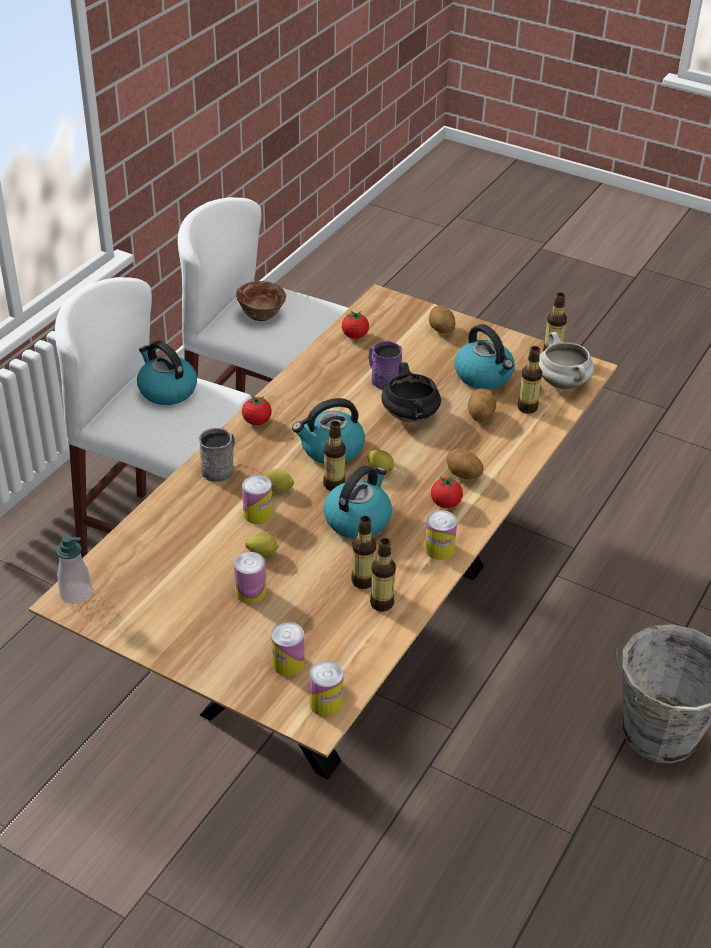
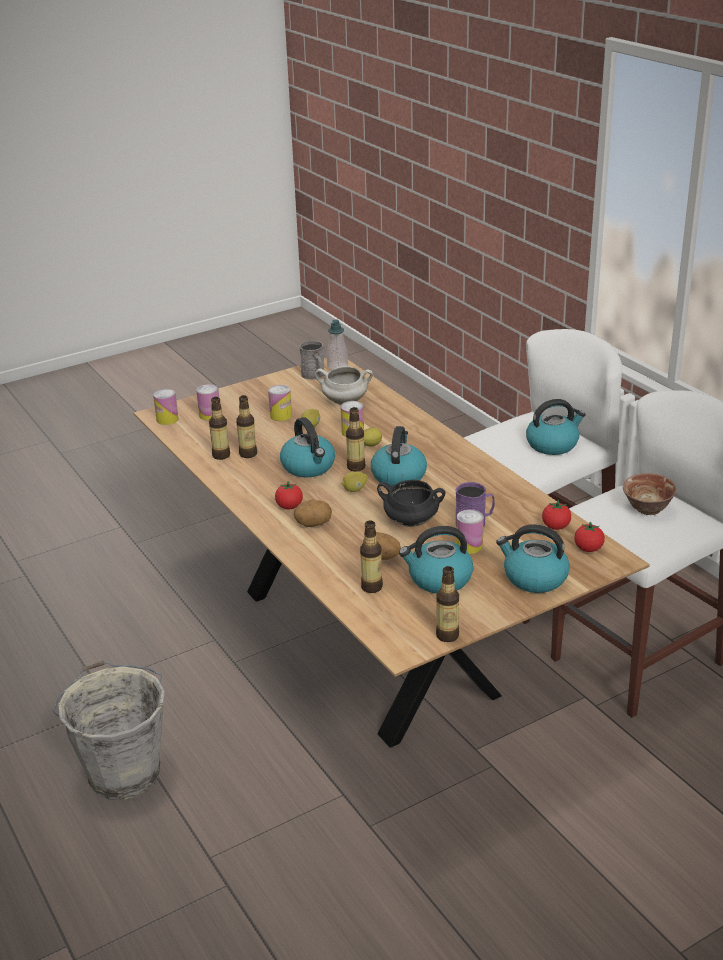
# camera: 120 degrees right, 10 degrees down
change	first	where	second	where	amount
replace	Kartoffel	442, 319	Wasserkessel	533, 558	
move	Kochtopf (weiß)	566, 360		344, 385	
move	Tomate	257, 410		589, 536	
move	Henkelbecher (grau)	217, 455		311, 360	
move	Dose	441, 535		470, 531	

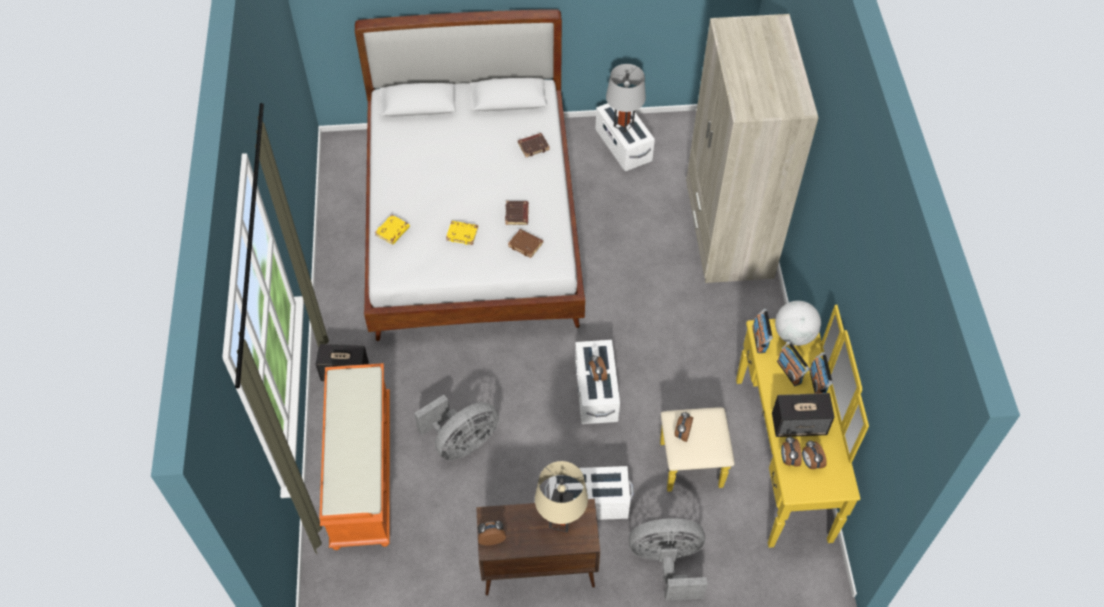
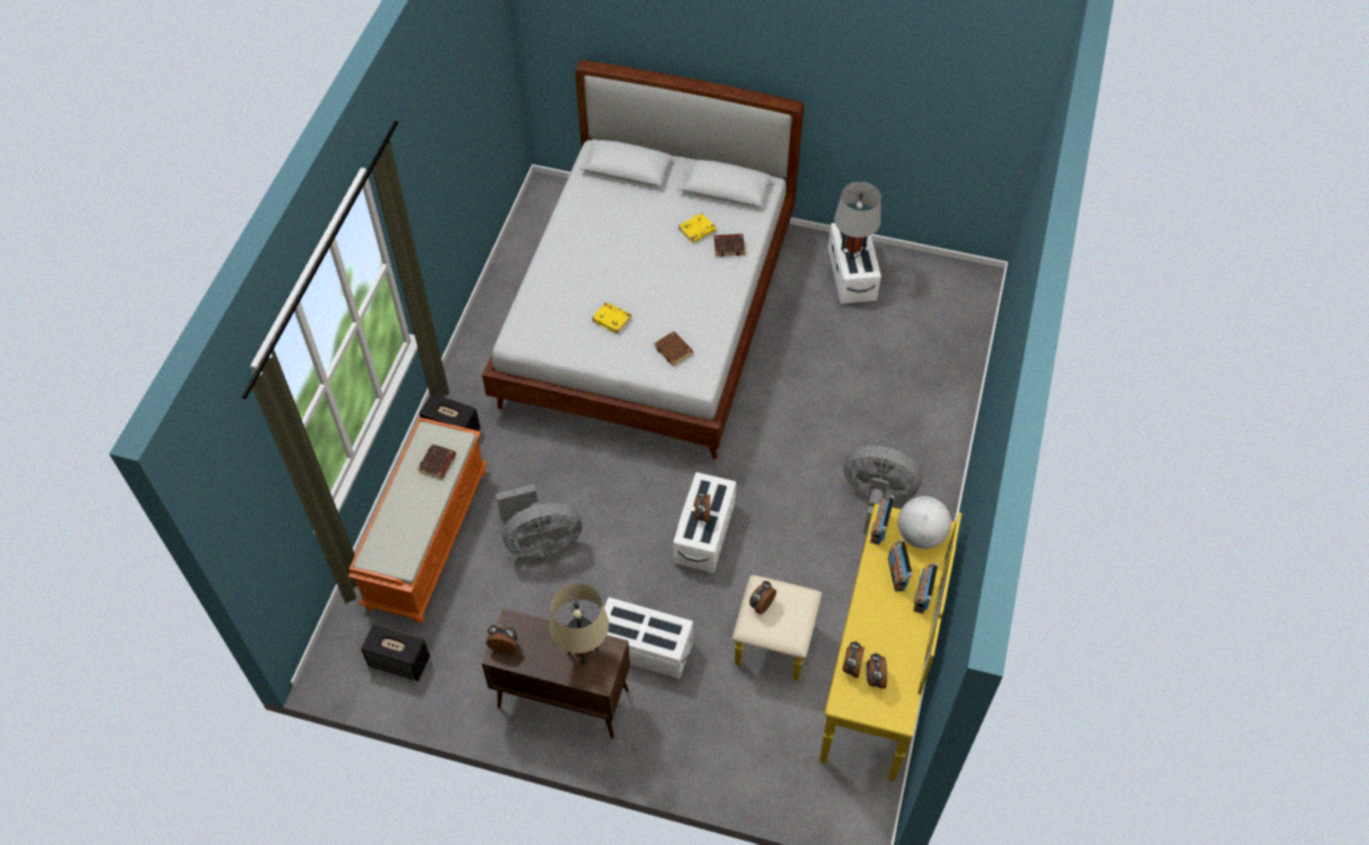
# camera: 20 degrees right, 0 degrees up
change	first	where	second	where	amount
delete	Kleiderschrank (beige)	752, 148			
move	Buch (braun)	517, 213		437, 461	
move	Buch (gelb)	392, 229		697, 228	
move	Lautsprecher	803, 415		395, 652	
move	Ventilator (grau)	668, 559		883, 490	

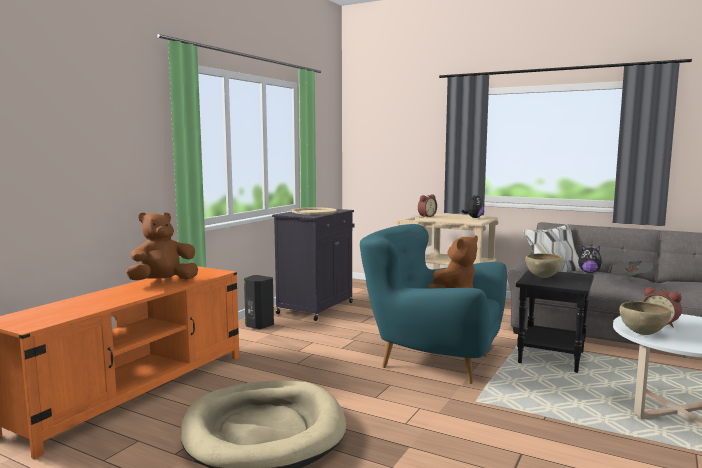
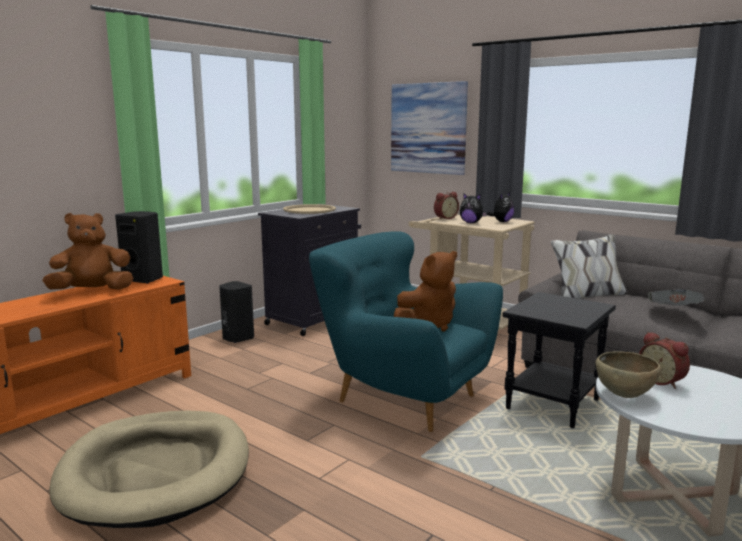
# camera: 10 degrees right, 5 degrees up
change	first	where	second	where	amount
move	Plüschtier	590, 259		473, 208	
delete	Schüssel (braun)	544, 265			
insert			Bild	429, 128	
insert			Lautsprecher (schwarz)	139, 247	

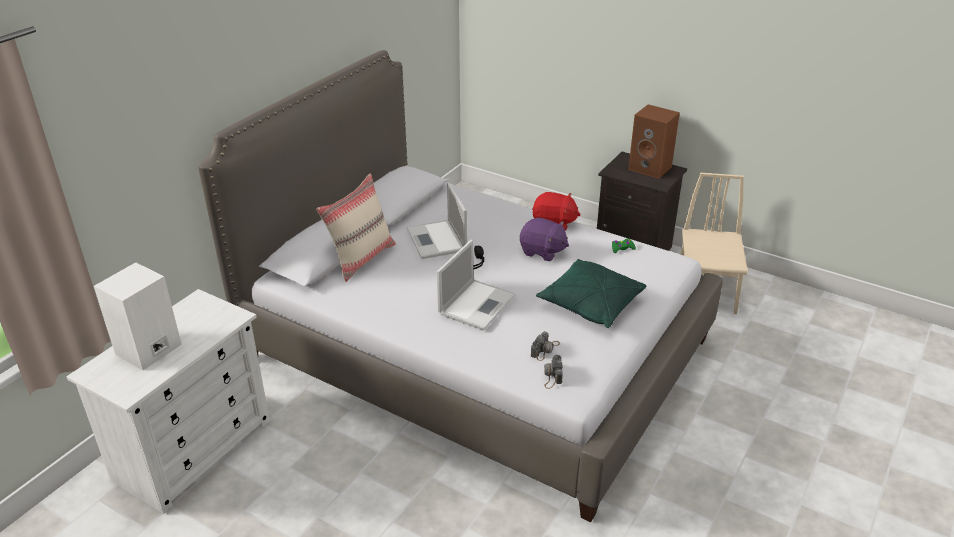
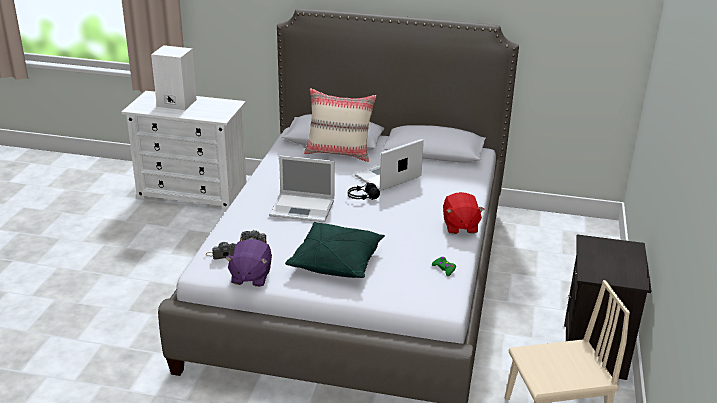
# camera: 70 degrees right, 5 degrees down
change	first	where	second	where	amount
delete	Lautsprecher (braun)	654, 141			
move	Plüschtier (lila)	544, 239		248, 263	

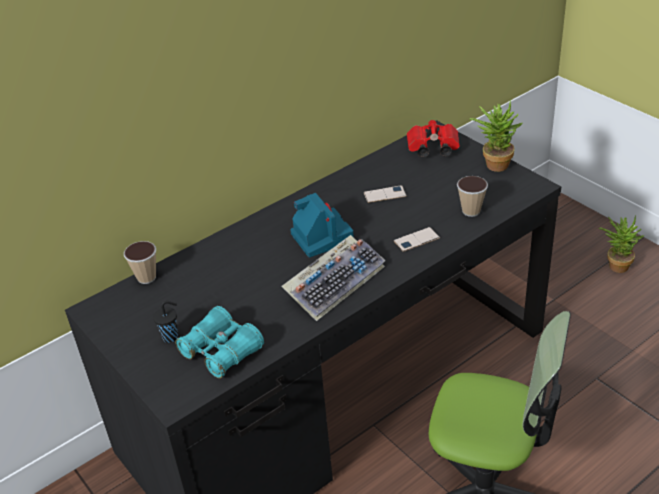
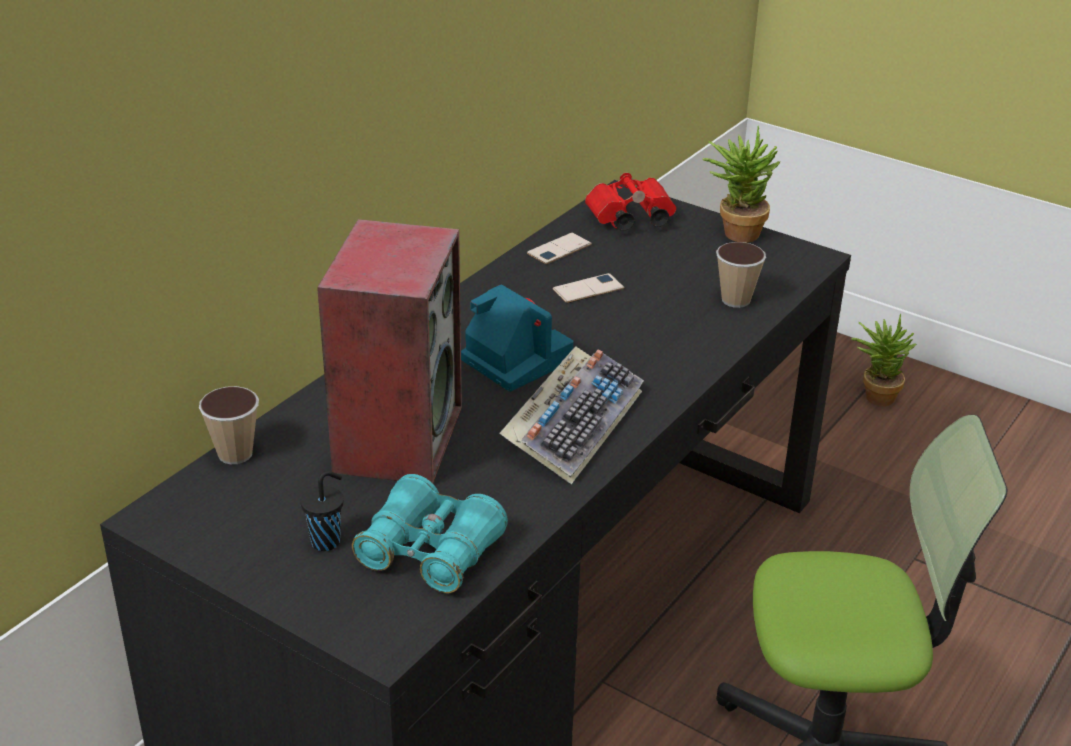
# camera: 20 degrees left, 5 degrees down
change	first	where	second	where	amount
move	Handy	417, 239		559, 248	
insert			Lautsprecher	389, 351	

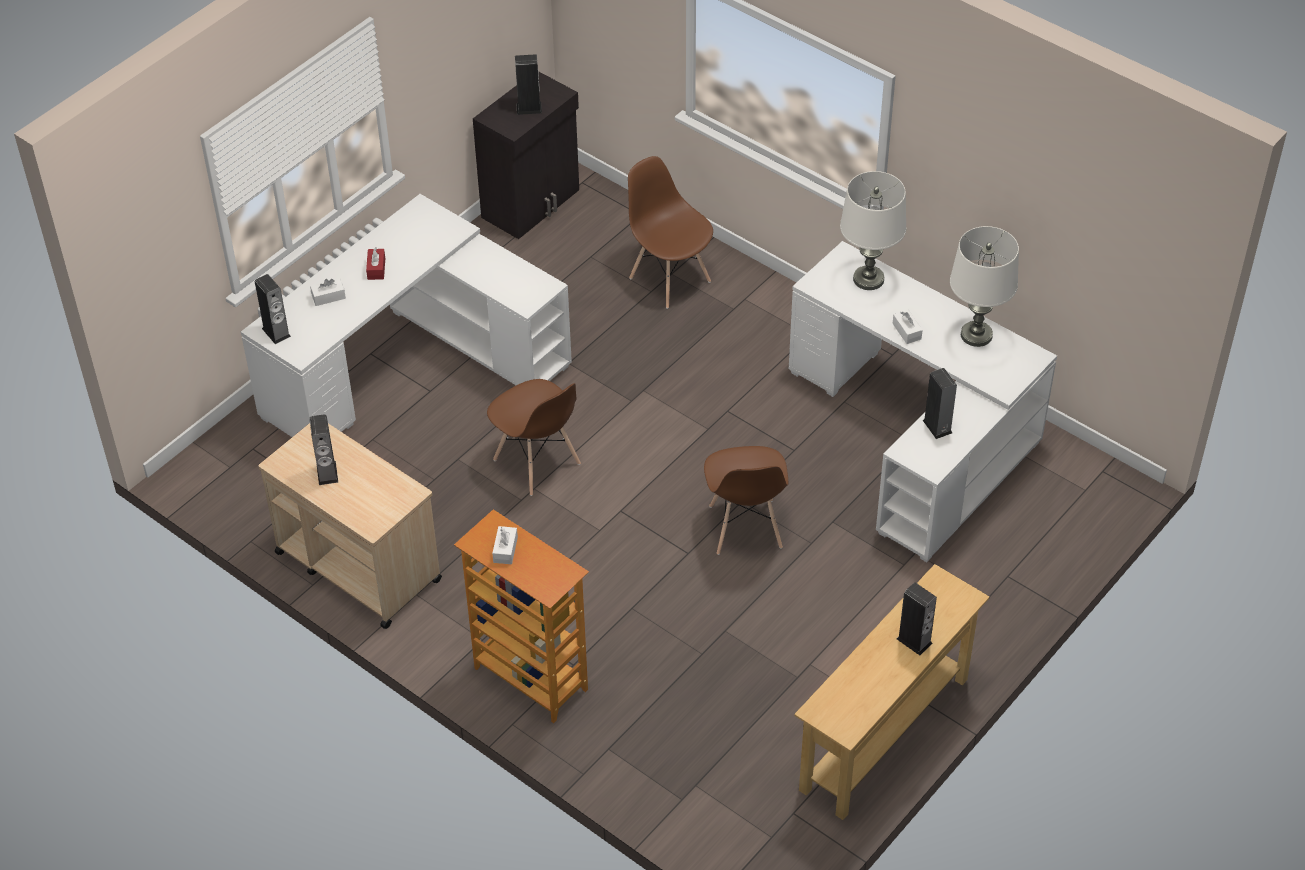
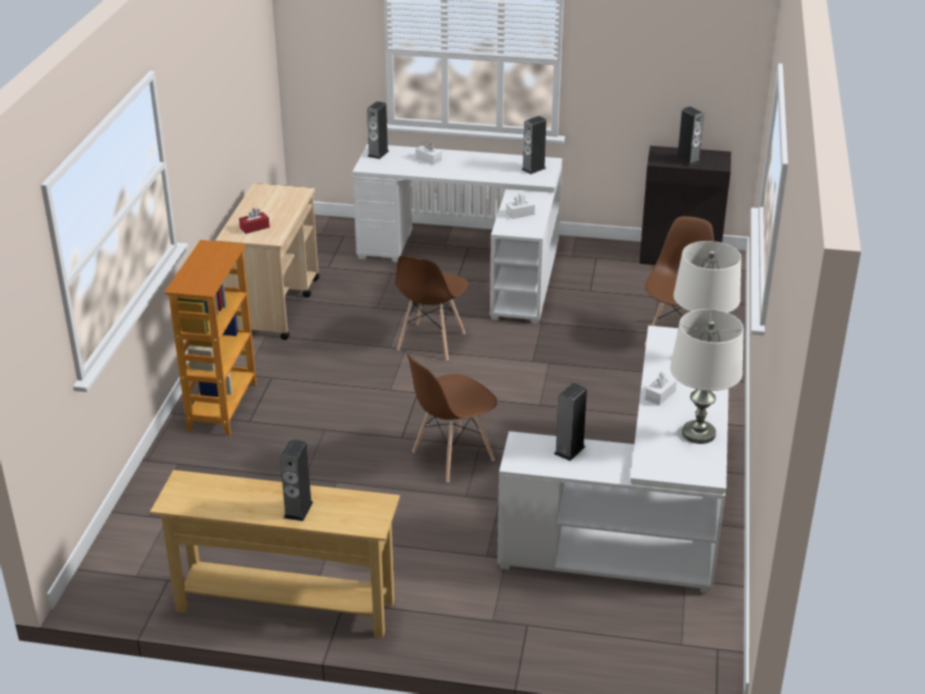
# camera: 60 degrees right, 15 degrees down
change	first	where	second	where	amount
move	Taschentuchbox (rot)	375, 263		254, 221	
move	Lautsprecher	323, 449		533, 145	
move	Taschentuchbox (weiß)	505, 545		520, 206	

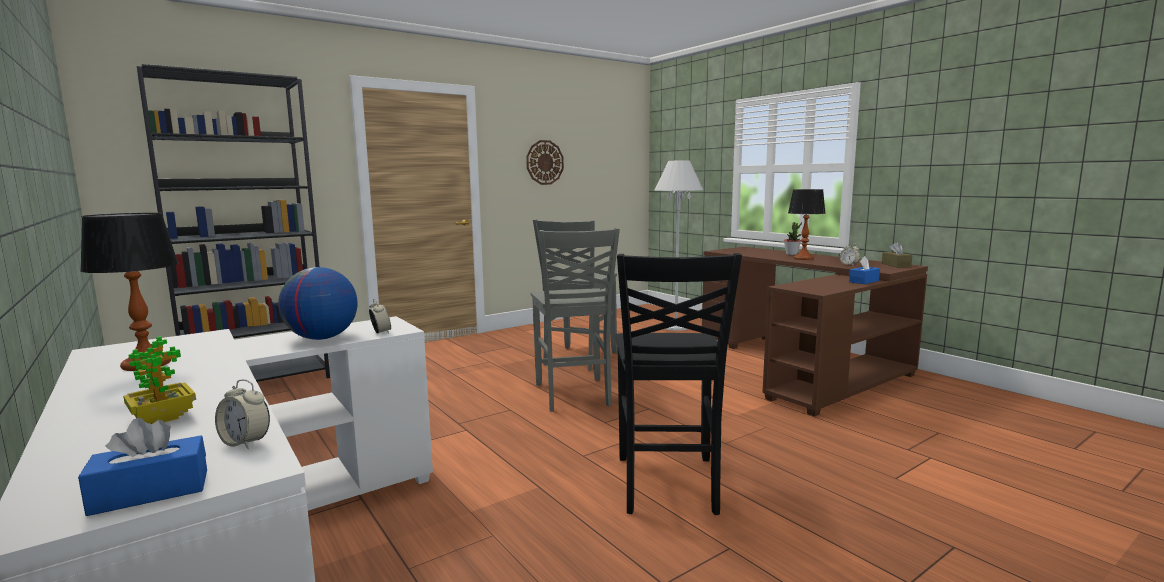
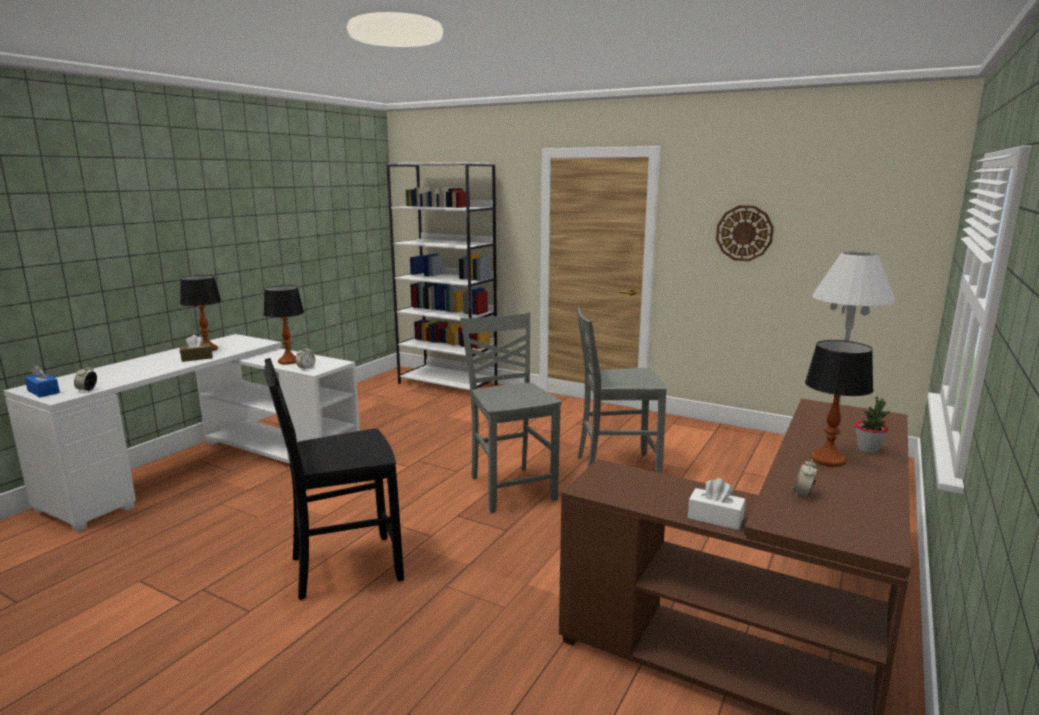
# camera: 65 degrees right, 5 degrees up
change	first	where	second	where	amount
recolor	Bücherregal (schwarz)	233, 223	Bücherregal (weiß)	442, 280	
rotate	Stuhl (grau)	575, 320		511, 412	105 degrees clockwise
move	Taschentuchbox (braun)	897, 255		196, 348	
recolor	Taschentuchbox (blau)	864, 270	Taschentuchbox (weiß)	716, 504	
replace	Globus	317, 303	Tischlampe	283, 324	
delete	Topfpflanze	159, 380			

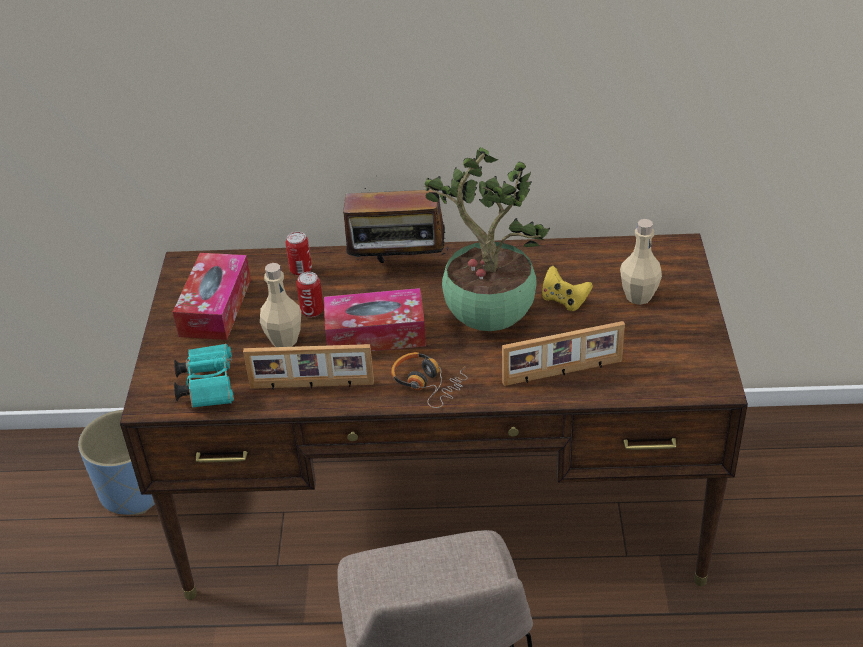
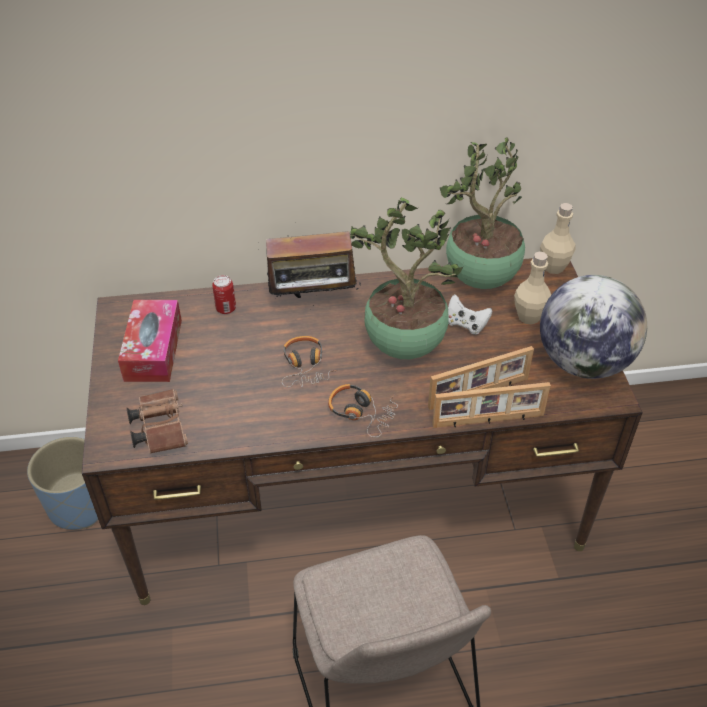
# camera: 10 degrees left, 5 degrees up
change	first	where	second	where	amount
move	Flasche (beige)	280, 305		558, 238	
recolor	Gamepad (gelb)	567, 288	Gamepad (weiß)	470, 315	
delete	Dose	310, 294			
replace	Taschentuchbox	375, 319	Kopfhörer	309, 361	
recolor	Fernglas (türkis)	204, 375	Fernglas (braun)	157, 421	
move	Bilderrahmen	308, 367		491, 405	
insert			Topfpflanze	482, 213	
insert			Globus	593, 327	

